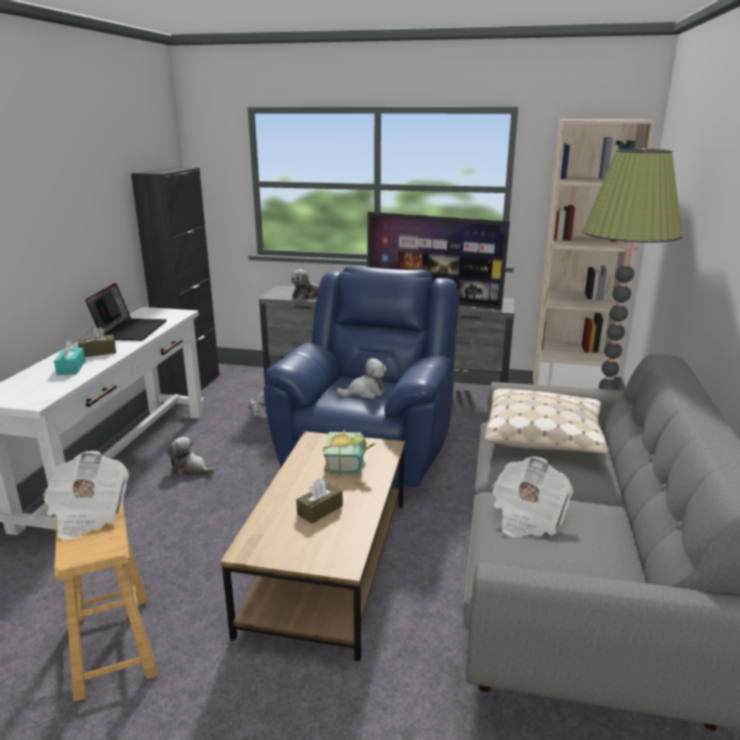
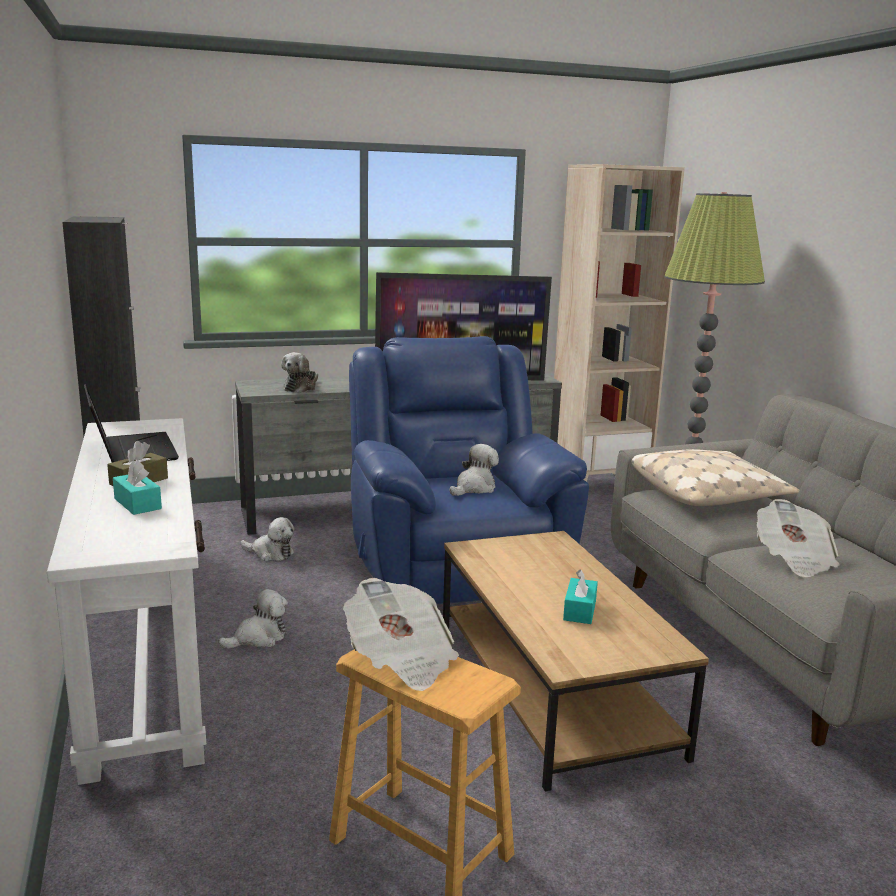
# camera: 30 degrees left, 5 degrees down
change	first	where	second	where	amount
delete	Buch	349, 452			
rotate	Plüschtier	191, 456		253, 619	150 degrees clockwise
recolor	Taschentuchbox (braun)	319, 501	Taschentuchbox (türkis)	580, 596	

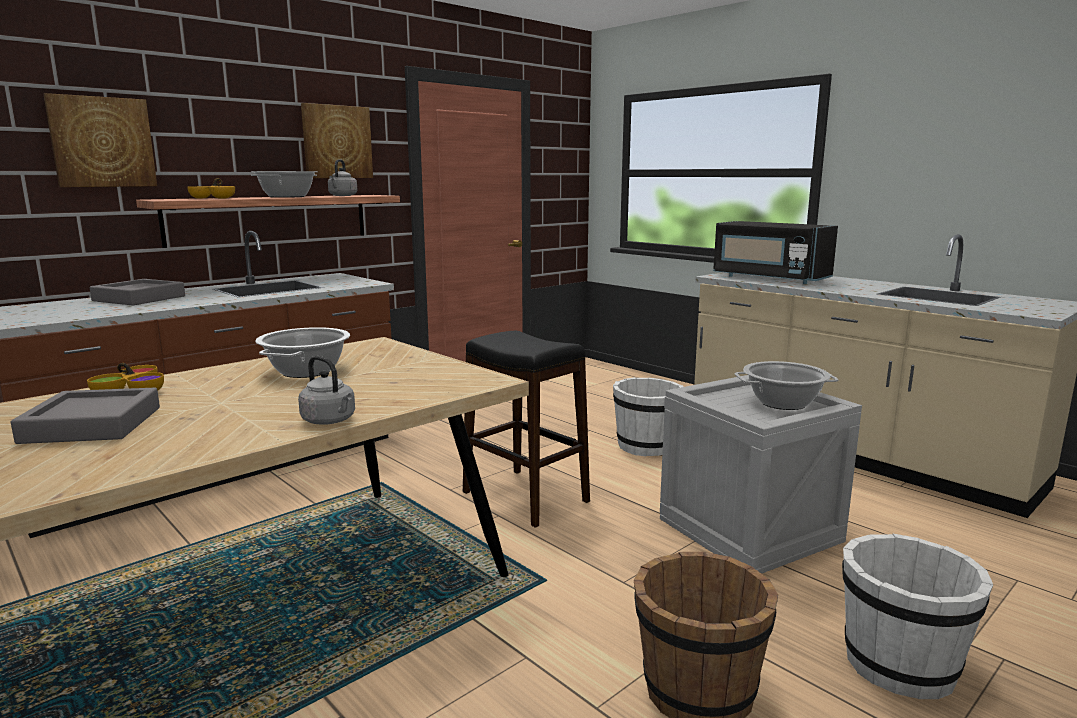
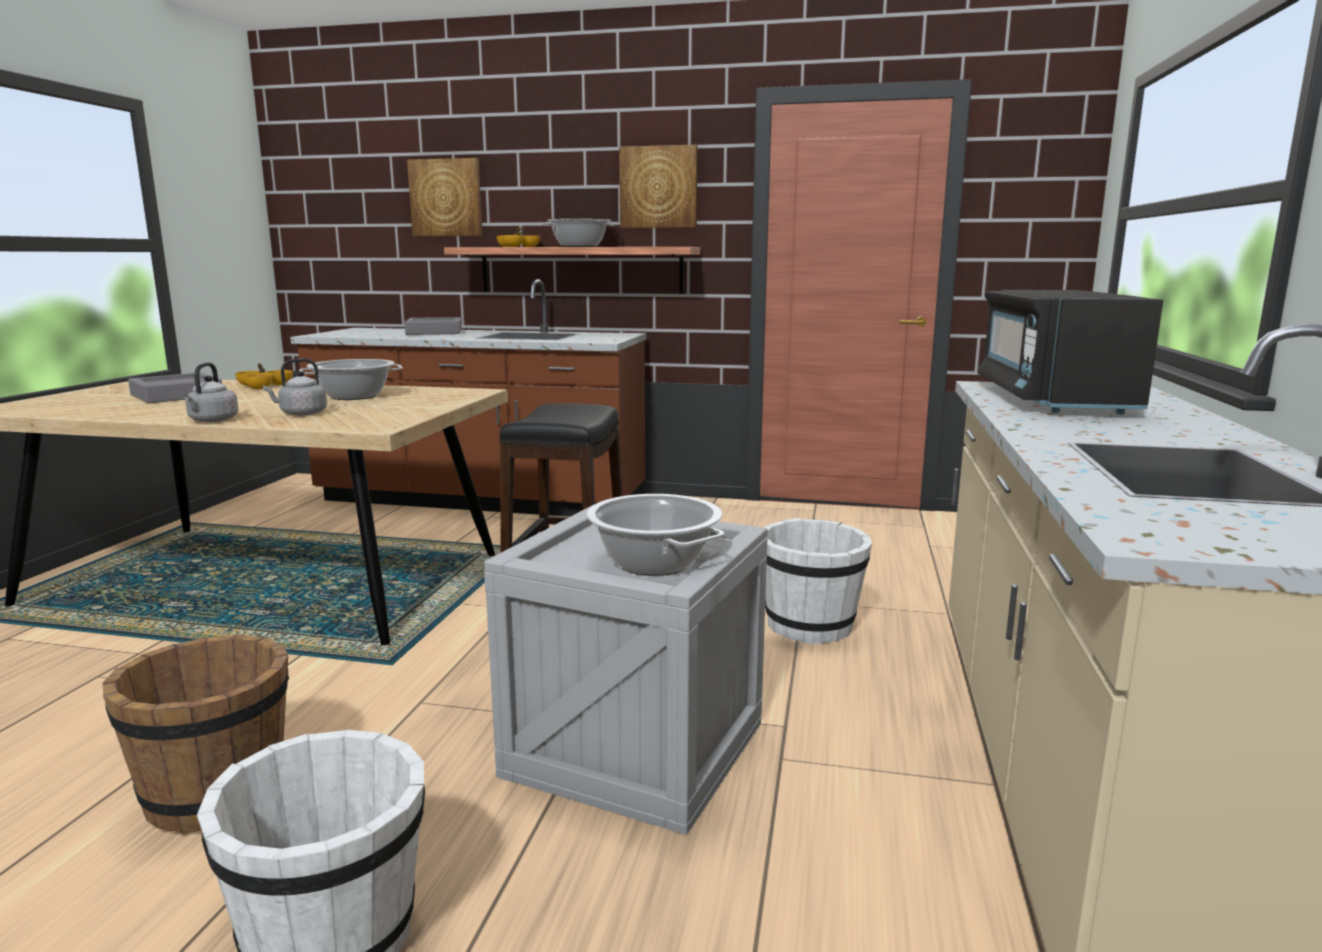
# camera: 55 degrees right, 0 degrees up
change	first	where	second	where	amount
move	Wasserkessel (grau)	343, 177		295, 387	

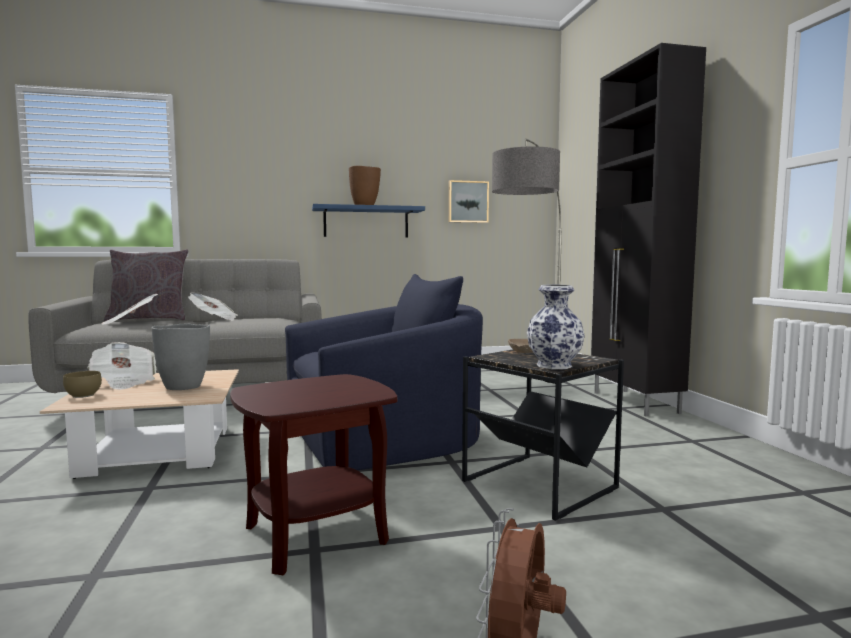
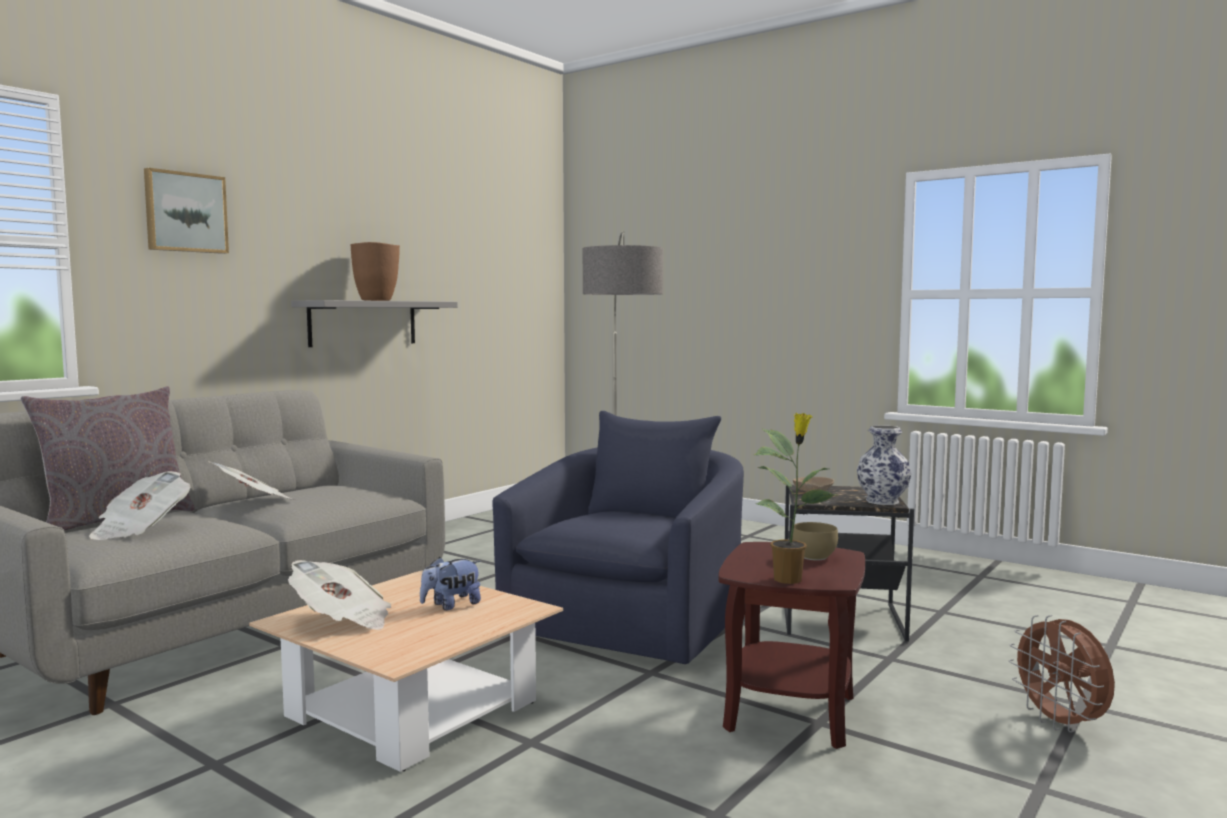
# camera: 40 degrees left, 0 degrees up
change	first	where	second	where	amount
delete	Schrank (schwarz)	648, 230			
move	Bild	468, 201		186, 211	
recolor	Wandregal (blau)	368, 220	Wandregal (grau)	374, 323	
replace	Vase (grau)	180, 357	Plüschtier	450, 583	
move	Schüssel (braun)	82, 384		815, 541	
insert			Topfpflanze	796, 498	

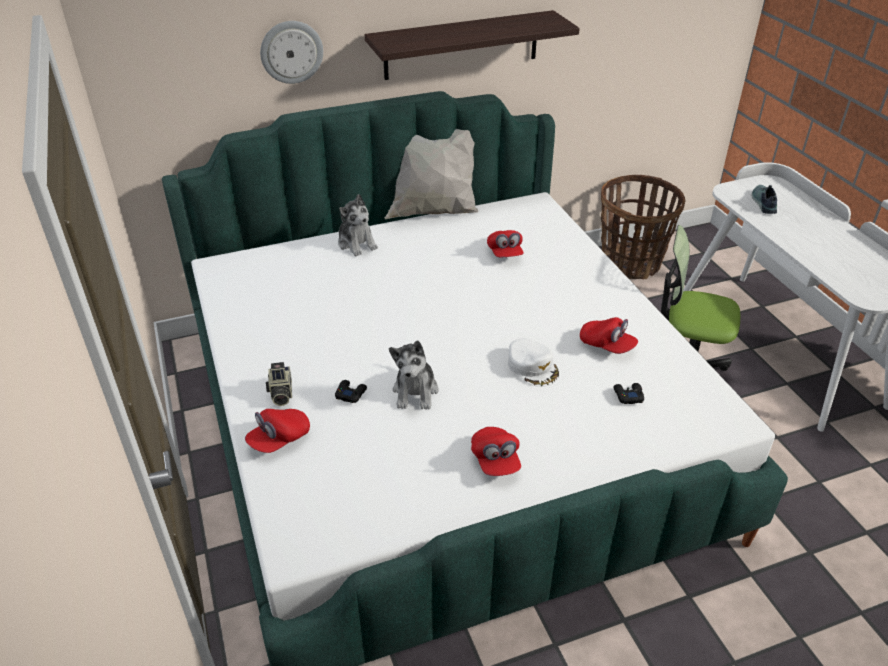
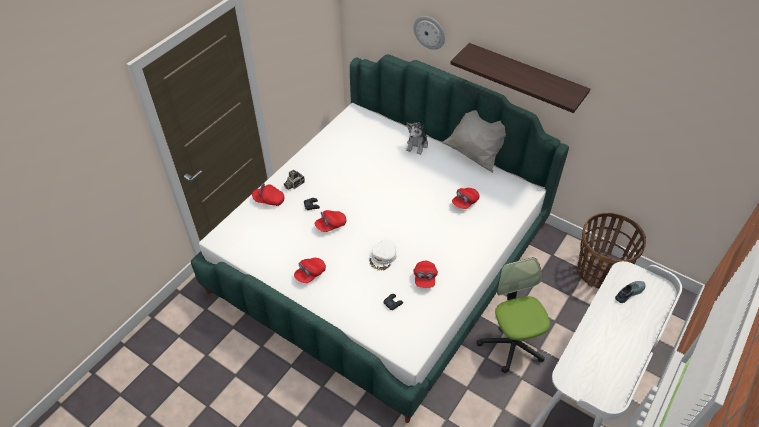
# camera: 55 degrees right, 10 degrees up
change	first	where	second	where	amount
replace	Plüschtier	414, 375	Kappe (rot)	330, 221	

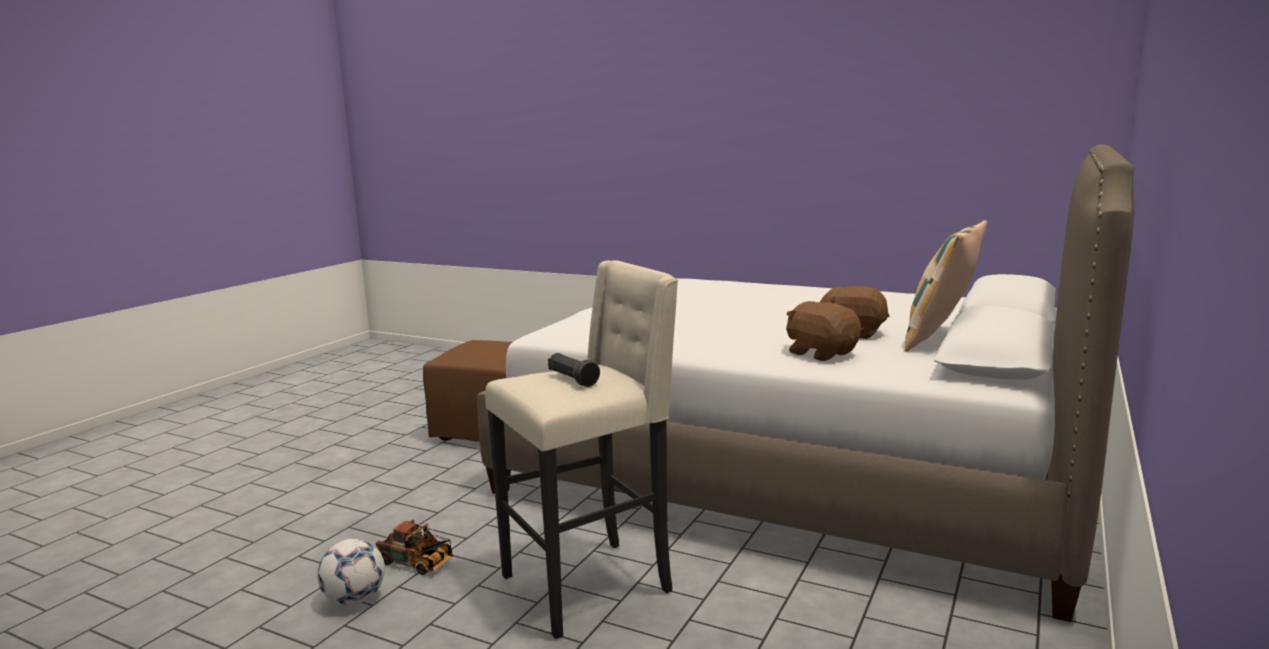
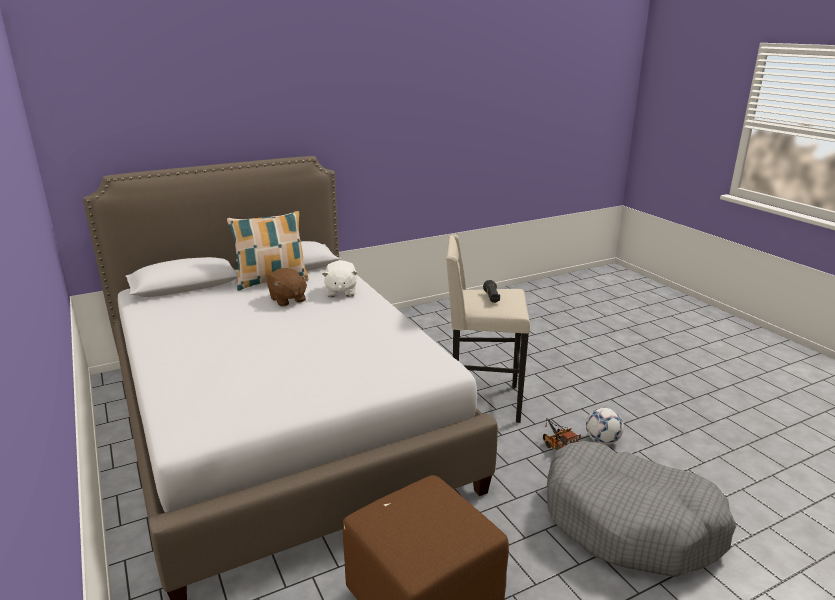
# camera: 145 degrees left, 10 degrees up
change	first	where	second	where	amount
recolor	Plüschtier (braun)	823, 331	Plüschtier (weiß)	340, 278	
insert			Hundebett (grau)	641, 509	

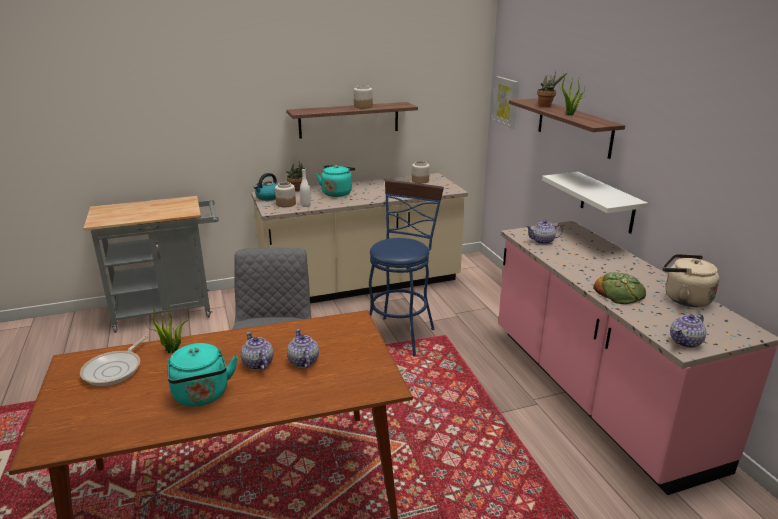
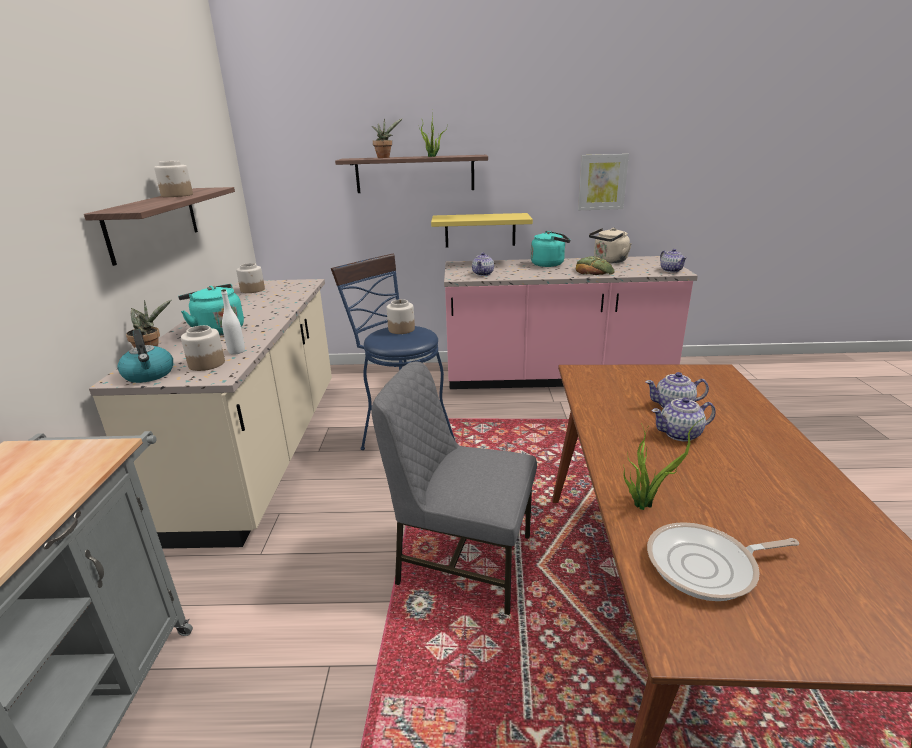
# camera: 70 degrees left, 0 degrees up
change	first	where	second	where	amount
move	Bild	505, 102		603, 182	
recolor	Wandregal (weiß)	595, 203	Wandregal (gelb)	482, 230	
rotate	Pfanne	114, 360		723, 561	135 degrees clockwise
move	Wasserkessel (türkis)	202, 374		550, 249	
insert			Vorratsglas	401, 316	

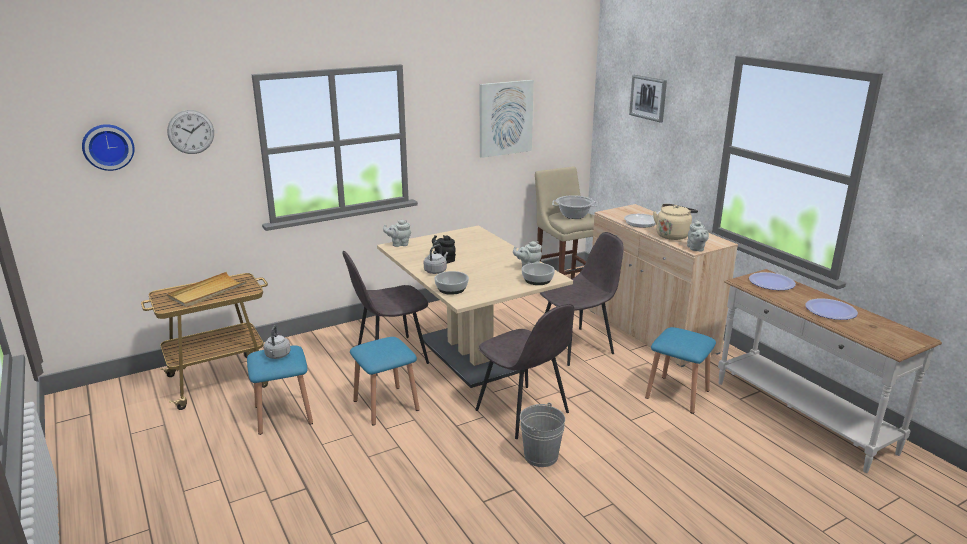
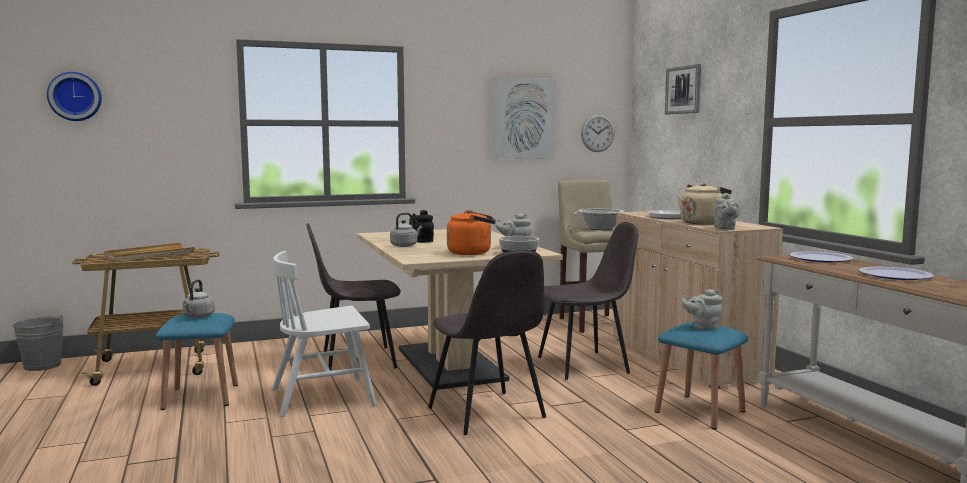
# camera: 10 degrees right, 15 degrees down
change	first	where	second	where	amount
move	Wanduhr	190, 132		598, 133	
move	Teekanne (grau)	397, 233		701, 309	
delete	Schüssel	451, 283			
replace	Hocker (blau)	385, 381	Stuhl (weiß)	324, 334	
move	Eimer (grau)	542, 435		37, 342	
insert			Wasserkessel (orange)	471, 232	

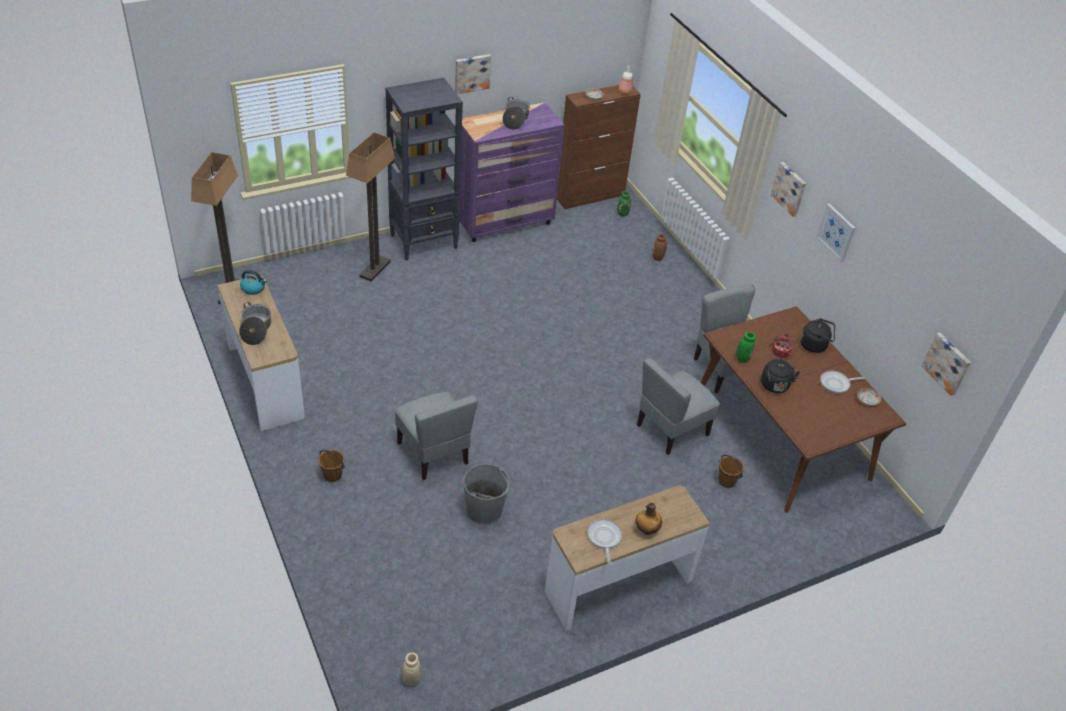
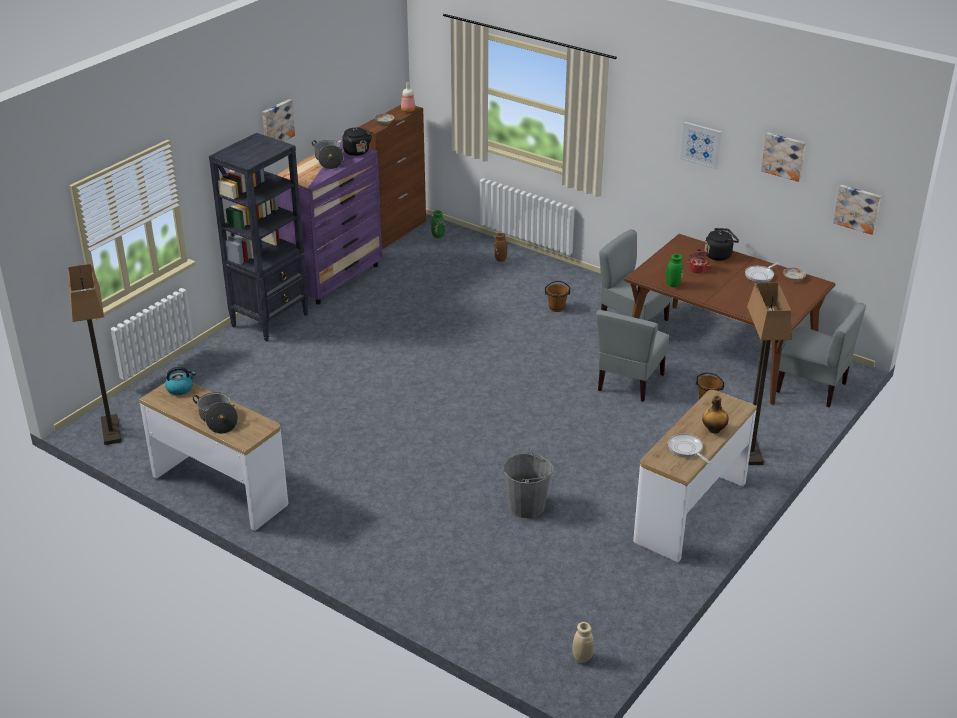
# camera: 25 degrees left, 10 degrees down
change	first	where	second	where	amount
move	Stehlampe	370, 207		769, 373	
move	Bild	788, 189		783, 157	
move	Wasserkessel (schwarz)	780, 376		357, 141	
move	Stuhl (grau)	436, 436		821, 355	
move	Eimer (braun)	331, 466		557, 296	

